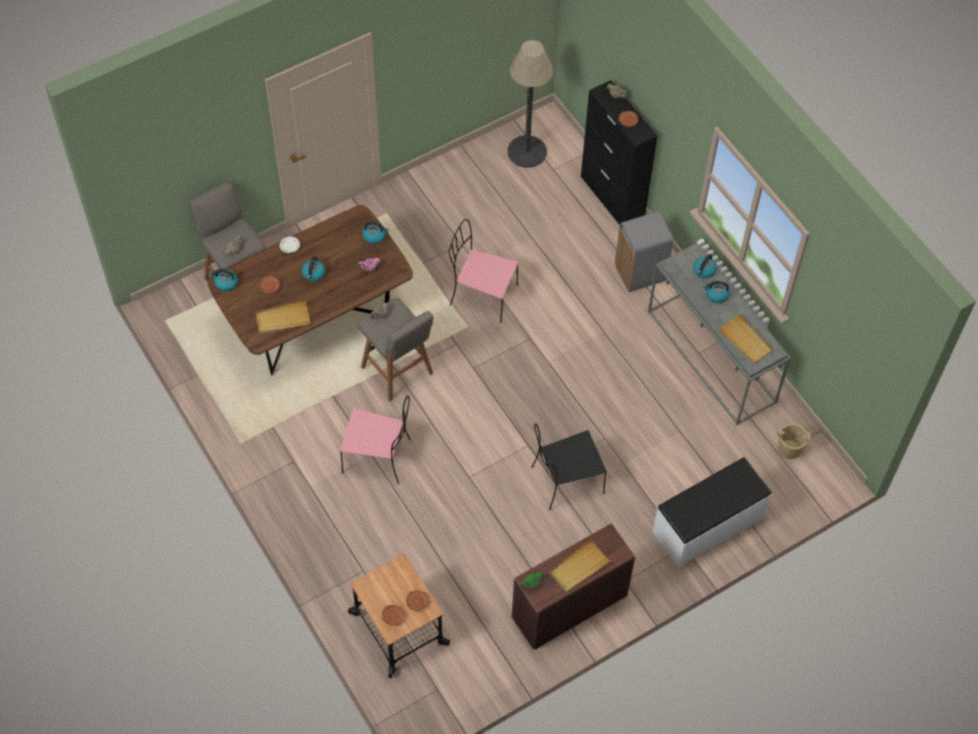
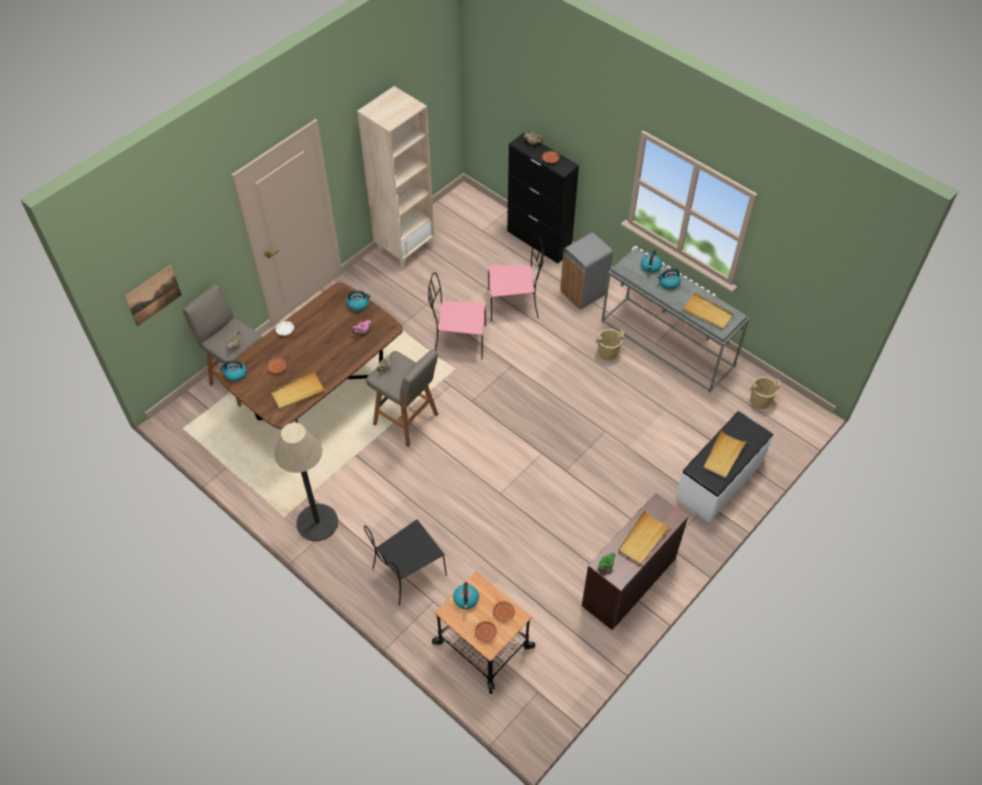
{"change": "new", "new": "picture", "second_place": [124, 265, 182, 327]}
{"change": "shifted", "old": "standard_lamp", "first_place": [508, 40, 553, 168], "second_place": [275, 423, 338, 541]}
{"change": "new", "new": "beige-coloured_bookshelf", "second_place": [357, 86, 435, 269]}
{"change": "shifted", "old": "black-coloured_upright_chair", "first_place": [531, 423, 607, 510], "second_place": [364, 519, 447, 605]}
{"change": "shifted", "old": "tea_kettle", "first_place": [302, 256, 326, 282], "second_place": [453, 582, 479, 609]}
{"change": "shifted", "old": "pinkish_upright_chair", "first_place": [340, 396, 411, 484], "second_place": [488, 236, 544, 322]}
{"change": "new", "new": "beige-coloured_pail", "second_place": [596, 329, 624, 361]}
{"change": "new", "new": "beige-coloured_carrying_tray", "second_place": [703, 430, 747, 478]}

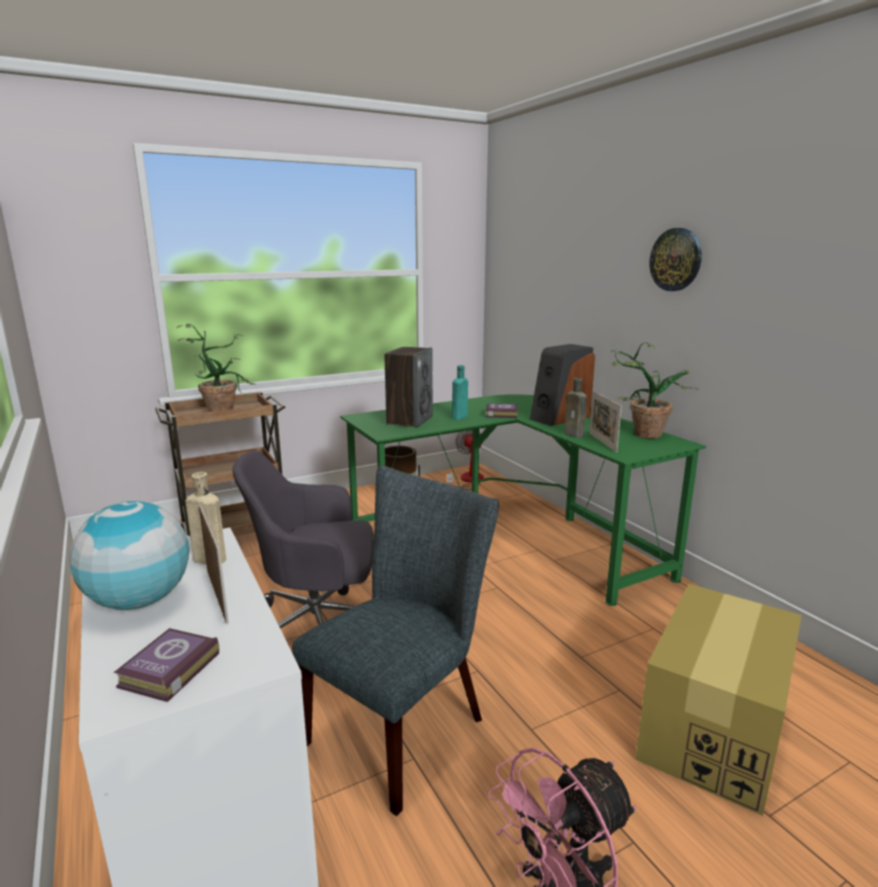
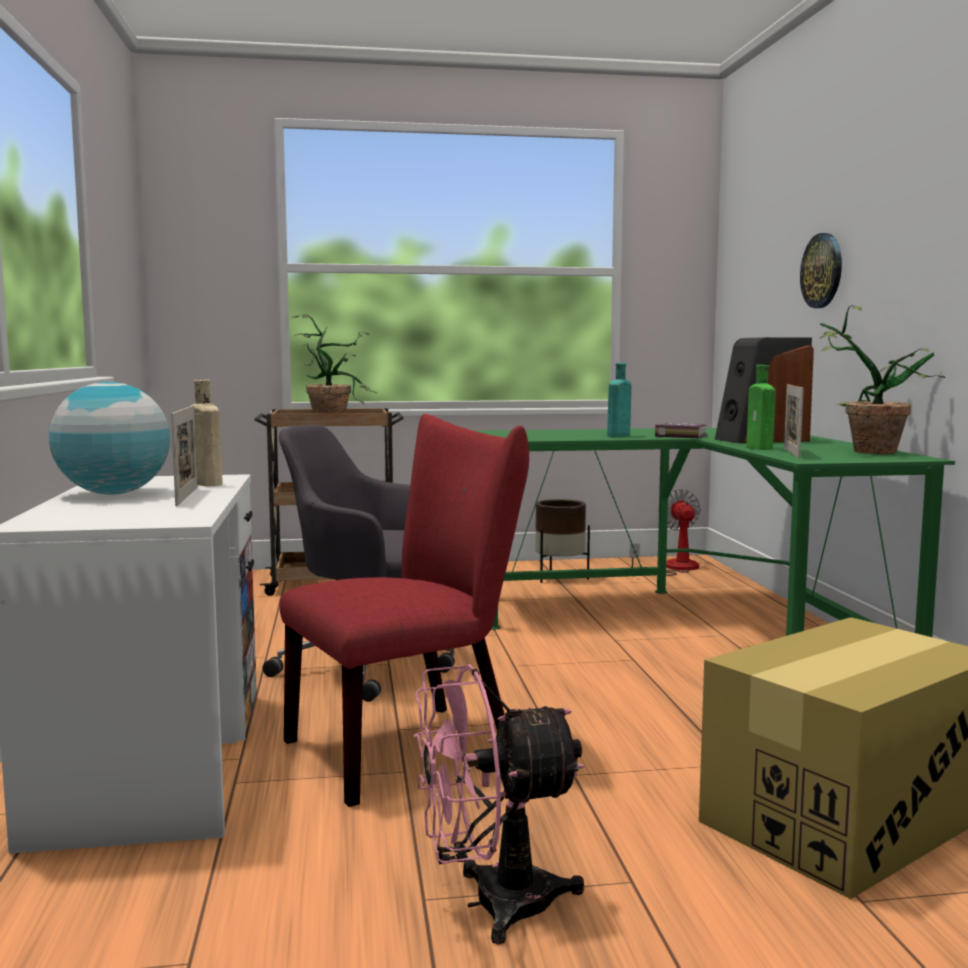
{"change": "repainted", "old": "gray_upright_chair", "new": "red_upright_chair", "first_place": [292, 466, 499, 816], "second_place": [279, 414, 529, 807]}
{"change": "repainted", "old": "brownish_bottle", "new": "greenish_bottle", "first_place": [564, 378, 587, 438], "second_place": [746, 365, 776, 450]}
{"change": "shifted", "old": "clock_on_the_wall", "first_place": [649, 228, 702, 291], "second_place": [800, 233, 842, 308]}
{"change": "gone", "old": "bound_book", "first_place": [113, 628, 219, 702]}
{"change": "gone", "old": "audio_speaker", "first_place": [384, 347, 433, 428]}

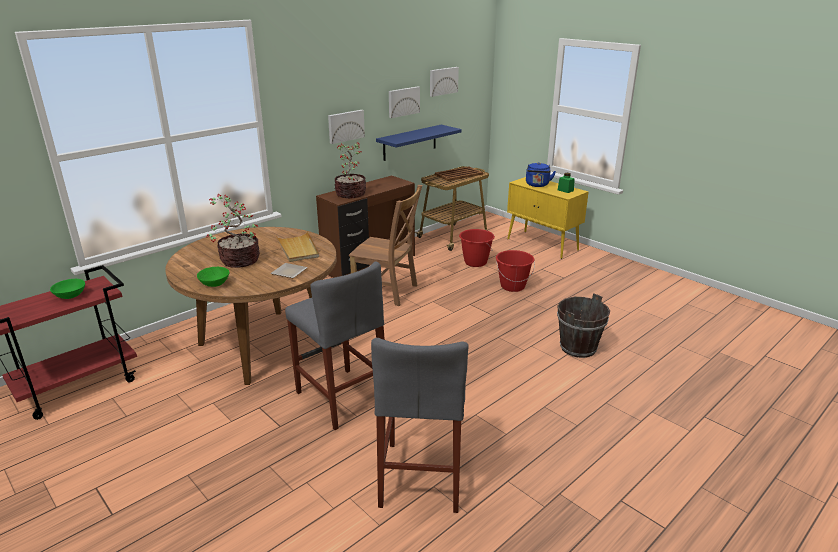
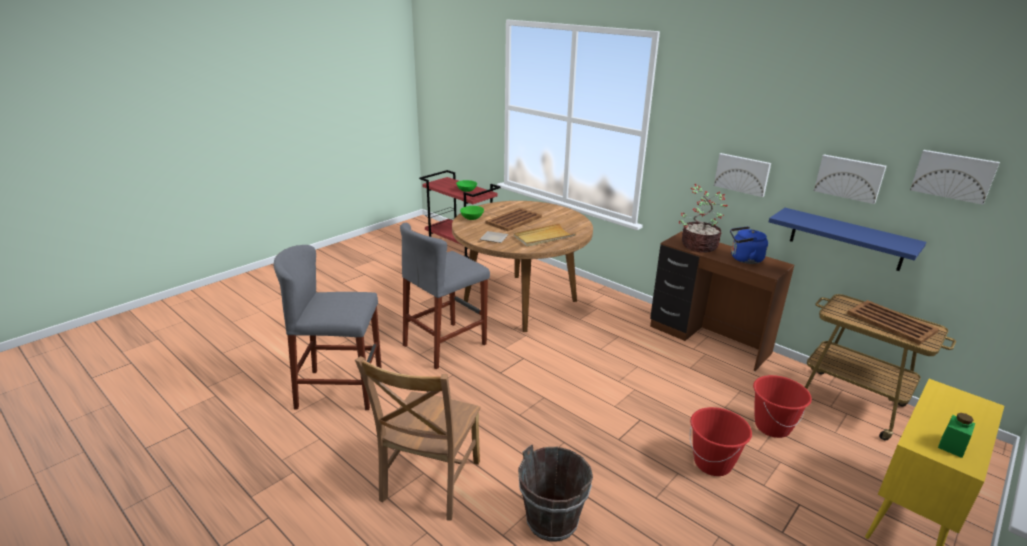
{"change": "shifted", "old": "brownish_upright_chair", "first_place": [349, 185, 422, 306], "second_place": [355, 356, 481, 520]}
{"change": "swapped", "old": "houseplant", "new": "brownish_carrying_tray", "first_place": [206, 193, 260, 268], "second_place": [486, 208, 542, 231]}
{"change": "shifted", "old": "blue_tea_kettle", "first_place": [526, 162, 556, 187], "second_place": [730, 226, 768, 264]}

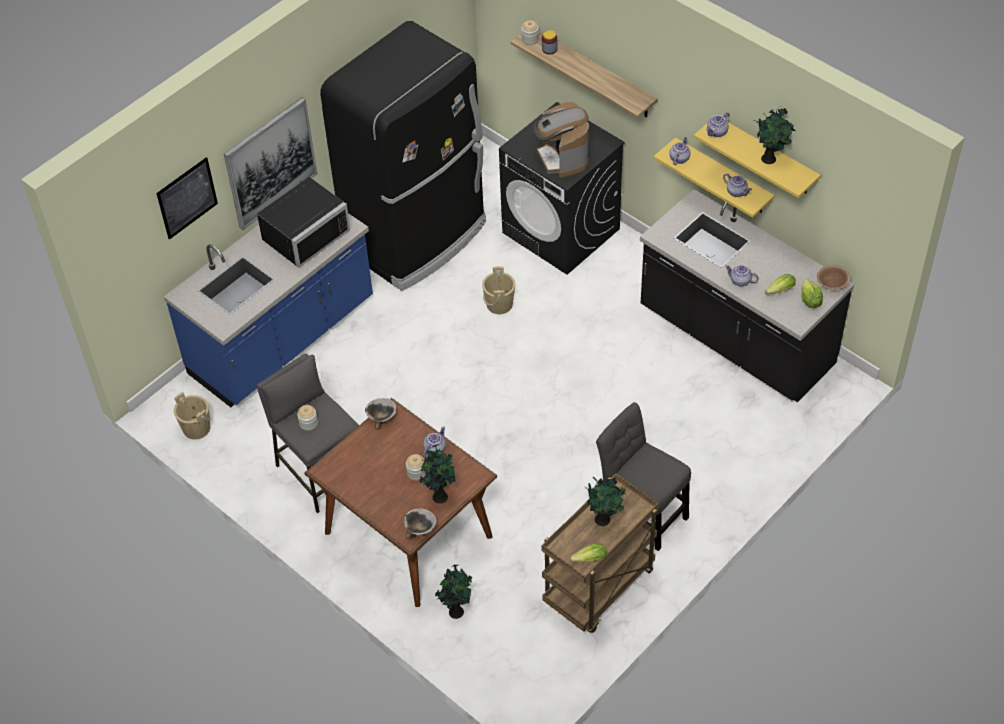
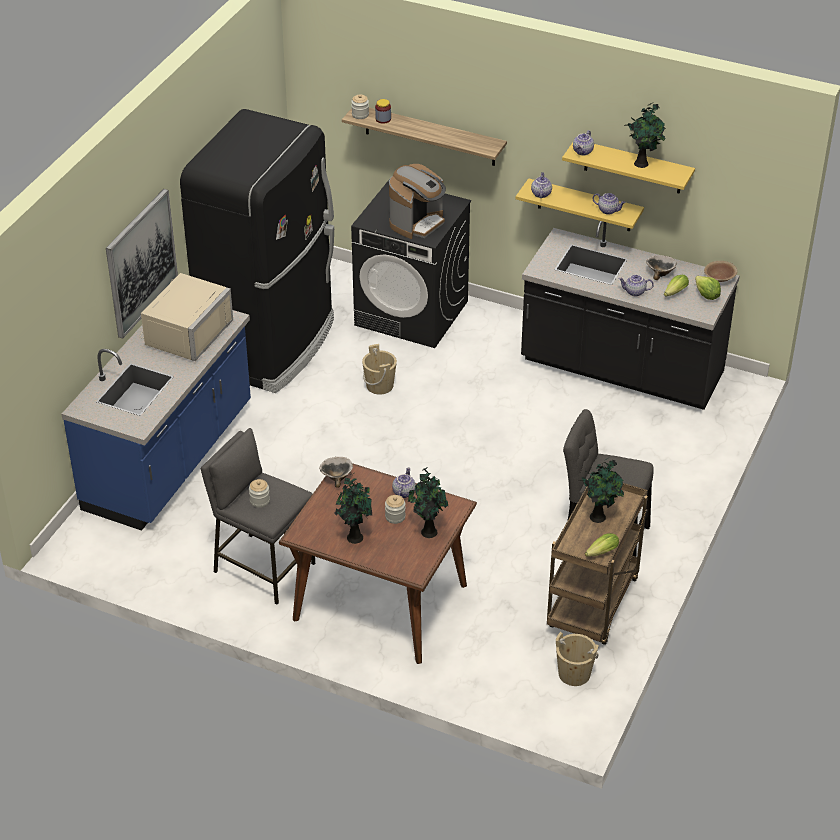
{"change": "repainted", "old": "black-coloured_microwave", "new": "beige-coloured_microwave", "first_place": [257, 177, 350, 268], "second_place": [140, 273, 233, 361]}
{"change": "shifted", "old": "houseplant", "first_place": [435, 565, 472, 619], "second_place": [334, 473, 373, 544]}
{"change": "rotated", "old": "coffee_brewer", "first_place": [533, 102, 589, 178], "second_place": [389, 164, 446, 239], "degrees": -105}
{"change": "shifted", "old": "beige-coloured_pail", "first_place": [174, 392, 211, 439], "second_place": [556, 632, 599, 686]}
{"change": "shifted", "old": "deep_dish", "first_place": [404, 508, 437, 540], "second_place": [646, 255, 676, 280]}
{"change": "gone", "old": "picture", "first_place": [156, 157, 218, 240]}

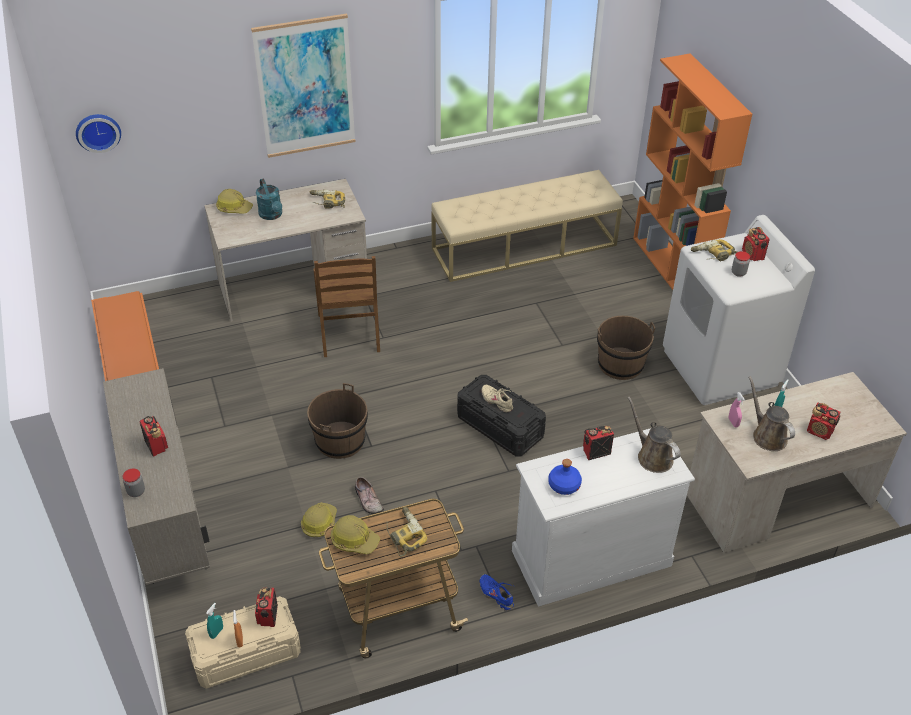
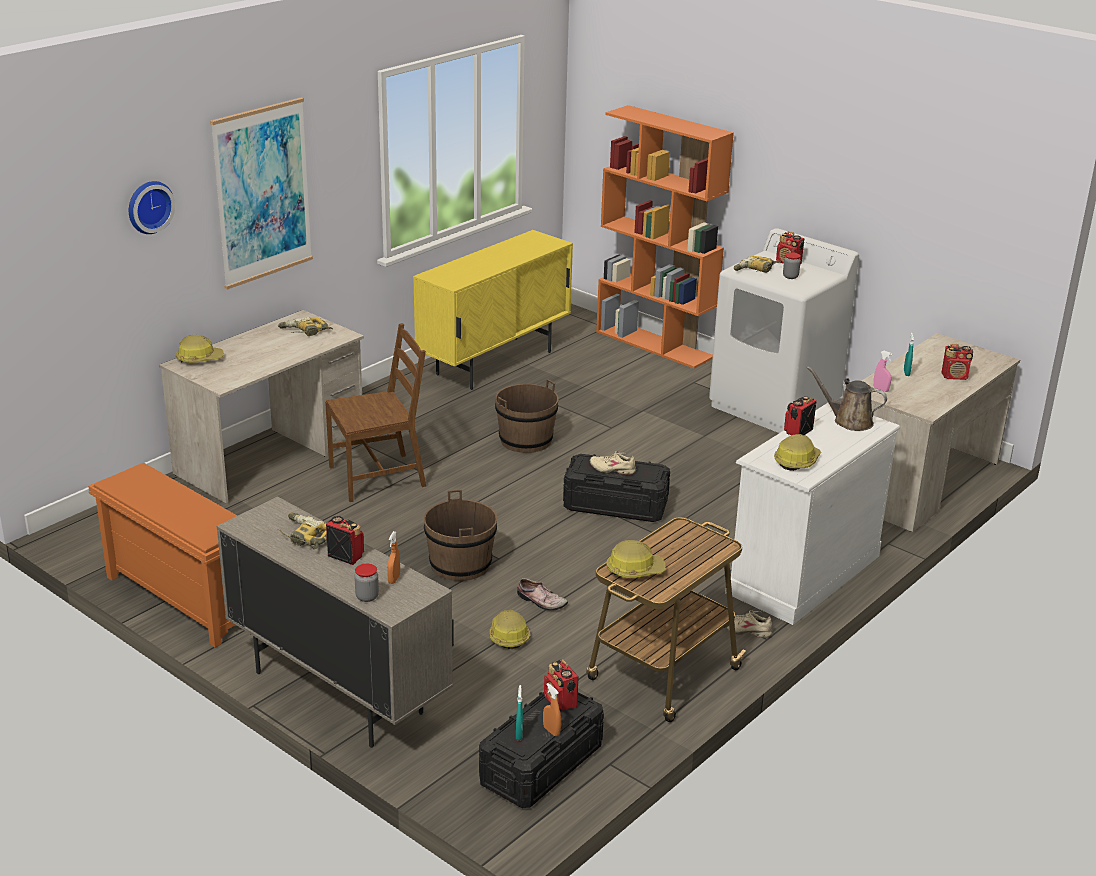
{"change": "shifted", "old": "clock_on_the_wall", "first_place": [76, 114, 121, 153], "second_place": [129, 181, 175, 234]}
{"change": "shifted", "old": "electric_drill", "first_place": [387, 507, 427, 557], "second_place": [278, 512, 327, 549]}
{"change": "rotated", "old": "brownish_upright_chair", "first_place": [314, 256, 380, 357], "second_place": [325, 323, 426, 502], "degrees": -75}
{"change": "new", "new": "orange_sprayer", "second_place": [387, 531, 400, 584]}
{"change": "swapped", "old": "beige-coloured_long_seat", "new": "yellowish_cabinet", "first_place": [431, 170, 623, 282], "second_place": [413, 230, 573, 390]}
{"change": "repainted", "old": "beige-coloured_storage_container", "new": "black-coloured_storage_container", "first_place": [185, 596, 301, 689], "second_place": [479, 692, 604, 808]}
{"change": "shifted", "old": "brownish_pail", "first_place": [597, 316, 655, 380], "second_place": [495, 379, 559, 453]}
{"change": "repainted", "old": "blue_shoe", "new": "beige-coloured_shoe", "first_place": [479, 574, 514, 610], "second_place": [725, 610, 772, 638]}
{"change": "swapped", "old": "blue_bottle", "new": "safety_helmet", "first_place": [548, 459, 582, 495], "second_place": [774, 434, 821, 471]}
{"change": "gone", "old": "blue-green_watering_pot", "first_place": [256, 178, 282, 220]}
{"change": "gone", "old": "brownish_watering_pot", "first_place": [749, 376, 795, 451]}

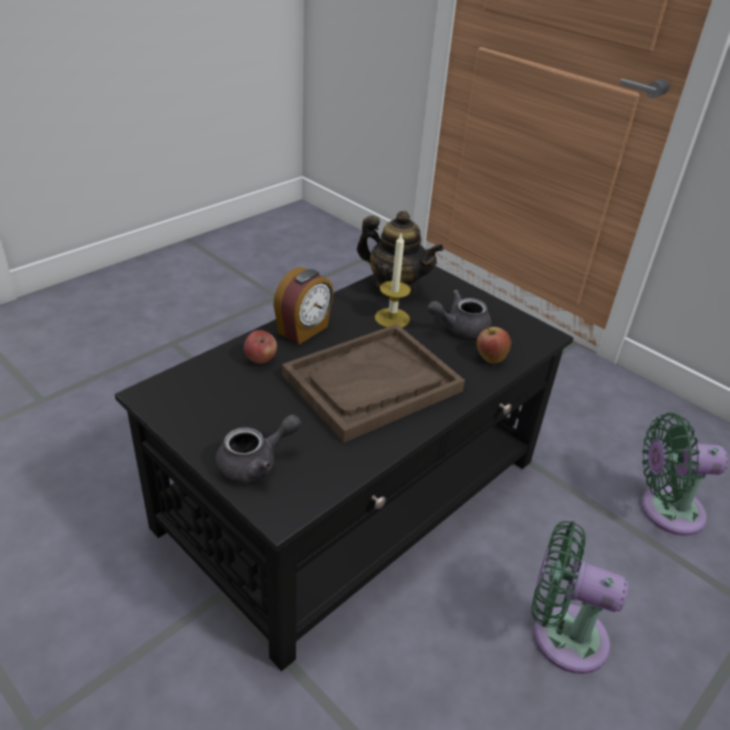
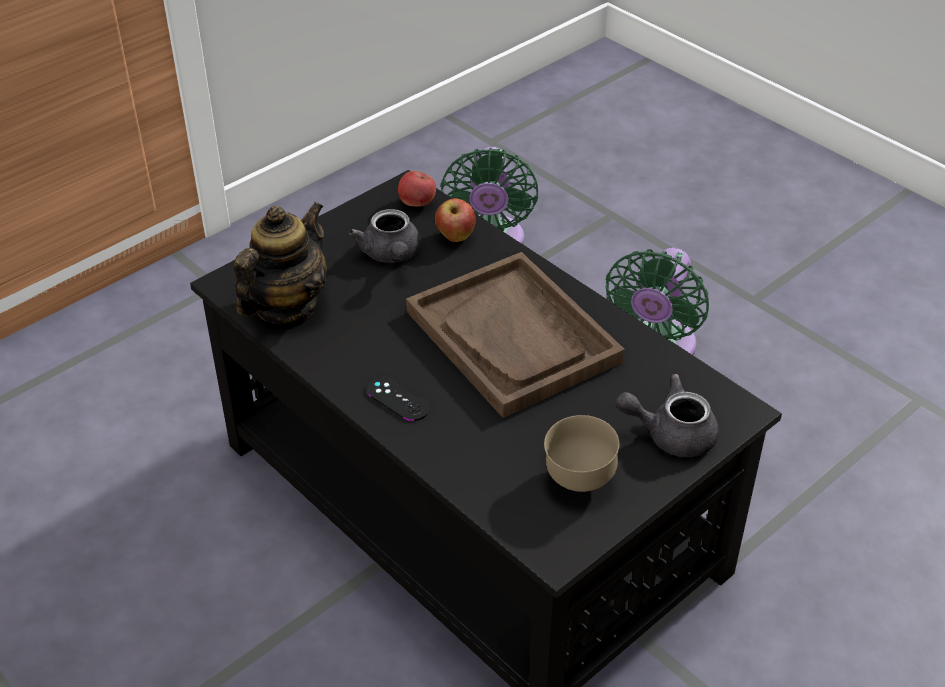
{"change": "swapped", "old": "table_clock", "new": "black-coloured_joypad", "first_place": [273, 267, 334, 344], "second_place": [367, 377, 430, 421]}
{"change": "shifted", "old": "whole_apple", "first_place": [244, 330, 277, 363], "second_place": [398, 171, 436, 207]}
{"change": "new", "new": "brownish_deep_dish", "second_place": [544, 415, 619, 492]}
{"change": "rotated", "old": "gray_teapot", "first_place": [215, 414, 301, 483], "second_place": [616, 374, 719, 457], "degrees": -60}
{"change": "gone", "old": "wax_candle", "first_place": [375, 234, 411, 328]}

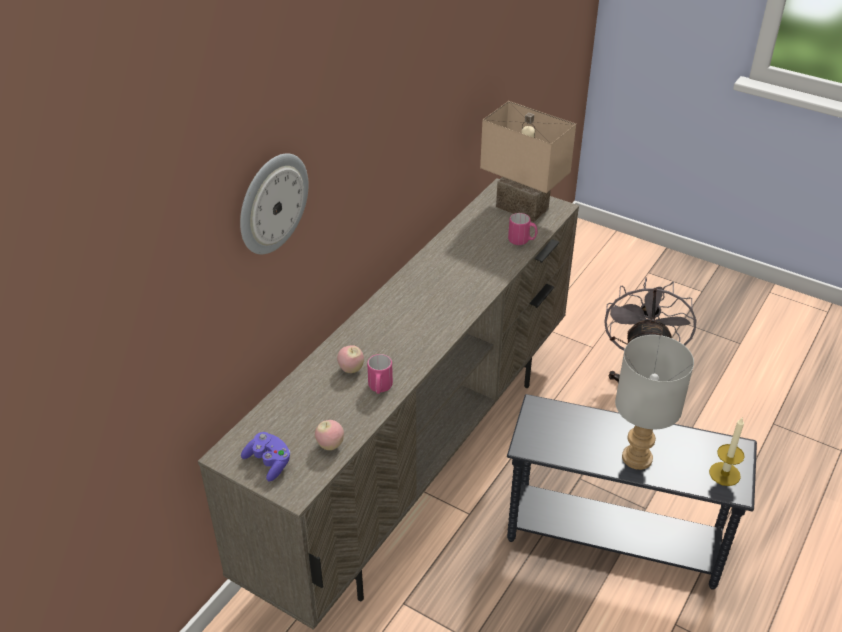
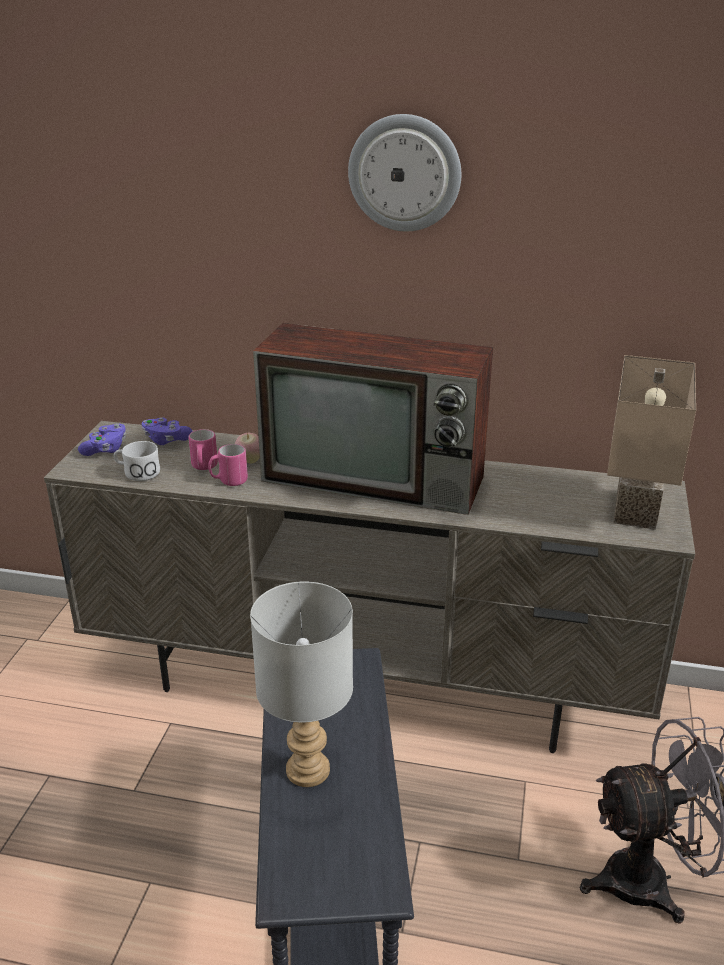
{"change": "swapped", "old": "whole_apple", "new": "white-coloured_coffee_mug", "first_place": [315, 420, 344, 450], "second_place": [114, 441, 160, 481]}
{"change": "new", "new": "purple-coloured_joypad", "second_place": [142, 417, 193, 445]}
{"change": "shifted", "old": "pinkish_coffee_mug", "first_place": [508, 213, 538, 245], "second_place": [189, 429, 218, 470]}
{"change": "new", "new": "television", "second_place": [253, 323, 493, 515]}
{"change": "shifted", "old": "clock_on_the_wall", "first_place": [240, 153, 309, 254], "second_place": [348, 114, 461, 231]}
{"change": "gone", "old": "wax_candle", "first_place": [709, 418, 745, 486]}

